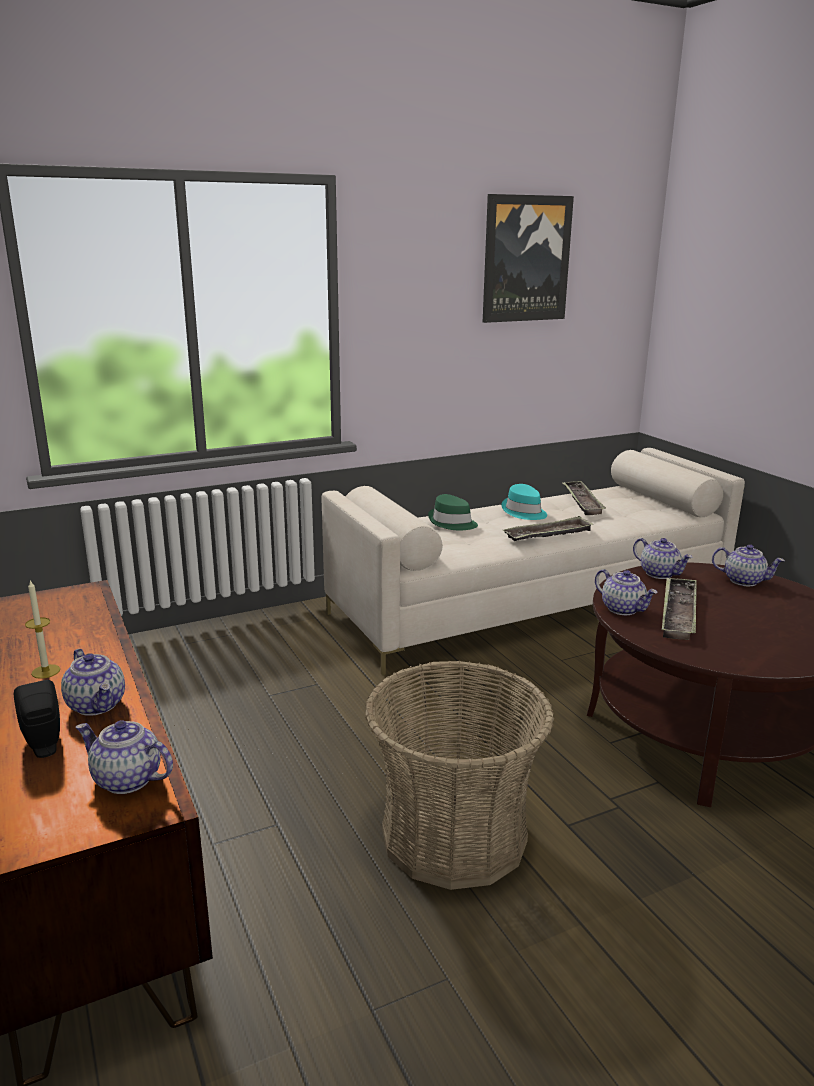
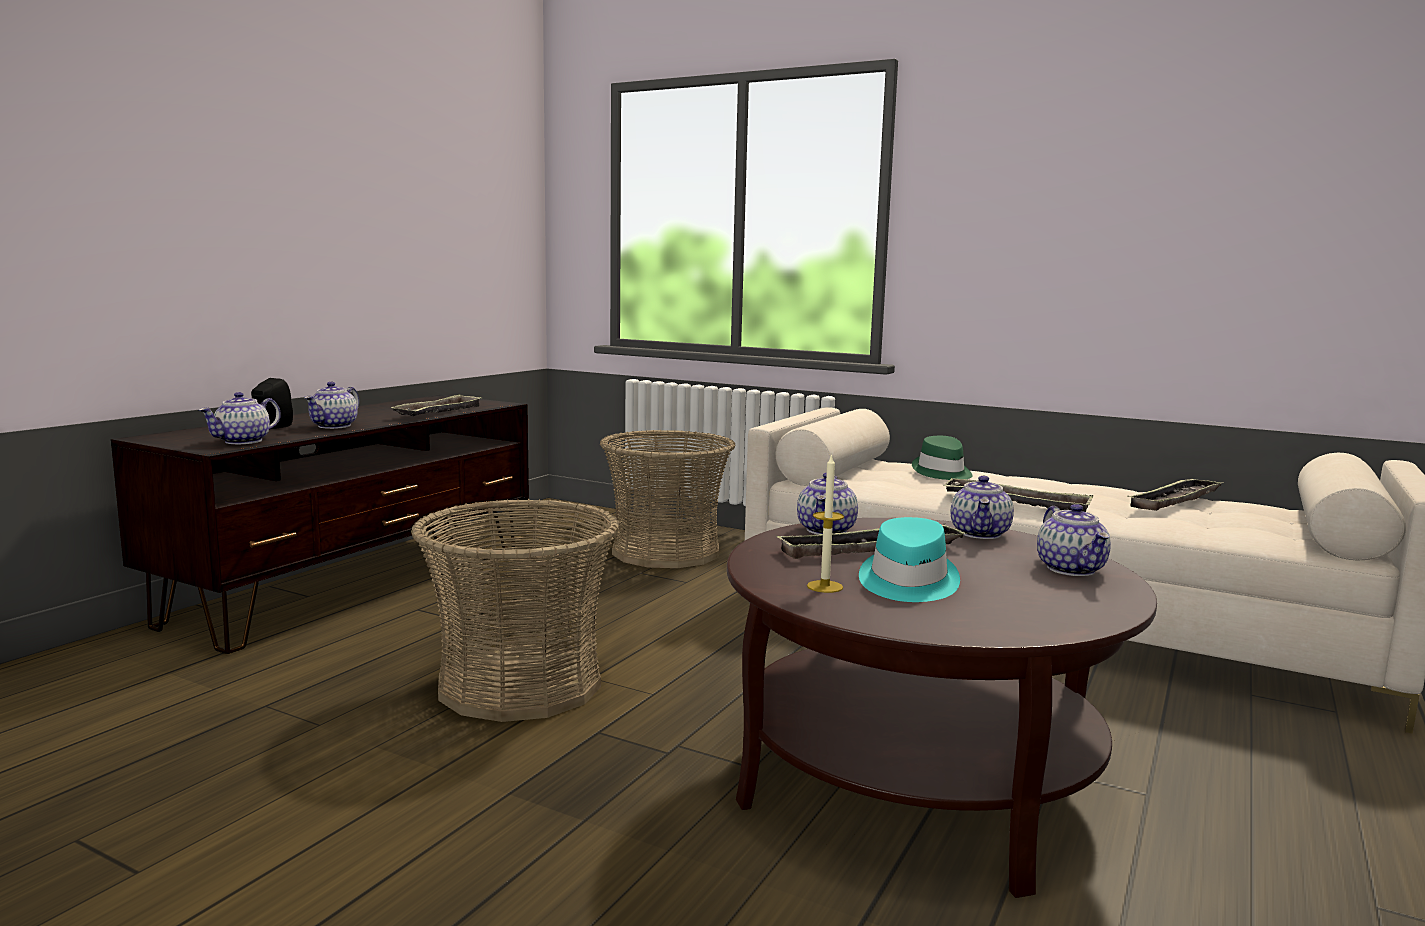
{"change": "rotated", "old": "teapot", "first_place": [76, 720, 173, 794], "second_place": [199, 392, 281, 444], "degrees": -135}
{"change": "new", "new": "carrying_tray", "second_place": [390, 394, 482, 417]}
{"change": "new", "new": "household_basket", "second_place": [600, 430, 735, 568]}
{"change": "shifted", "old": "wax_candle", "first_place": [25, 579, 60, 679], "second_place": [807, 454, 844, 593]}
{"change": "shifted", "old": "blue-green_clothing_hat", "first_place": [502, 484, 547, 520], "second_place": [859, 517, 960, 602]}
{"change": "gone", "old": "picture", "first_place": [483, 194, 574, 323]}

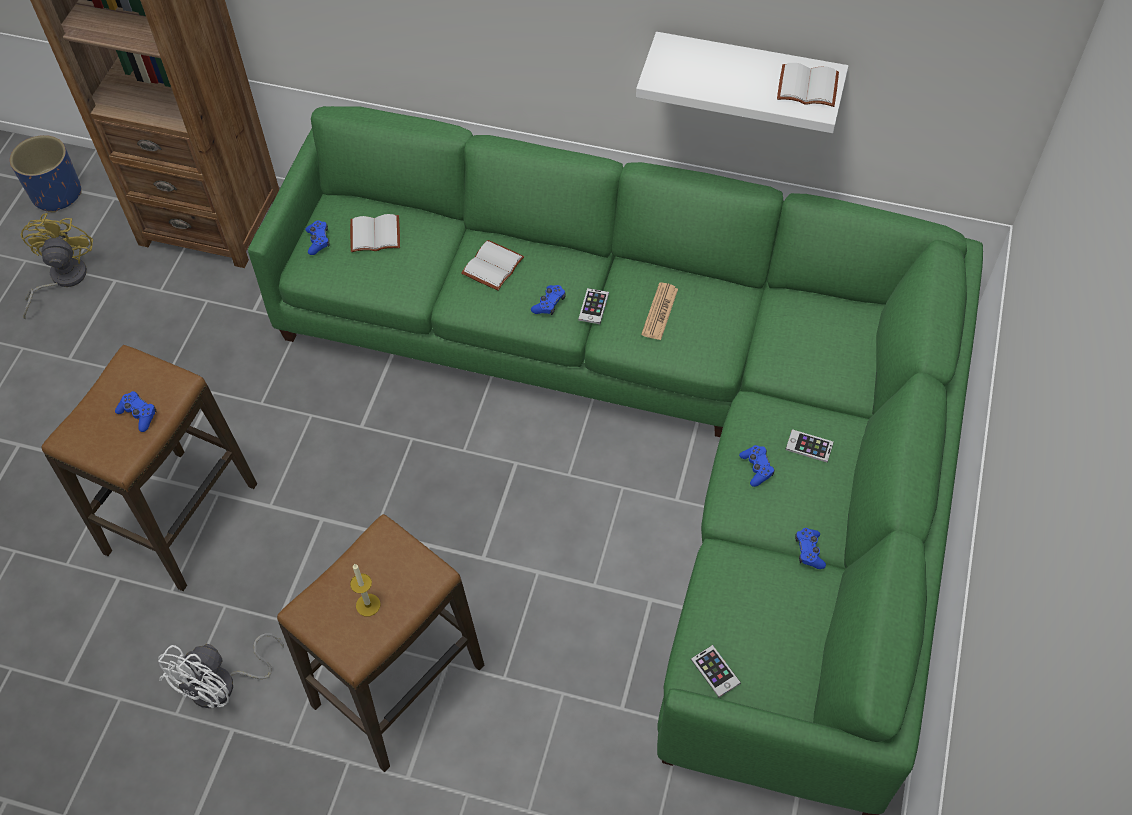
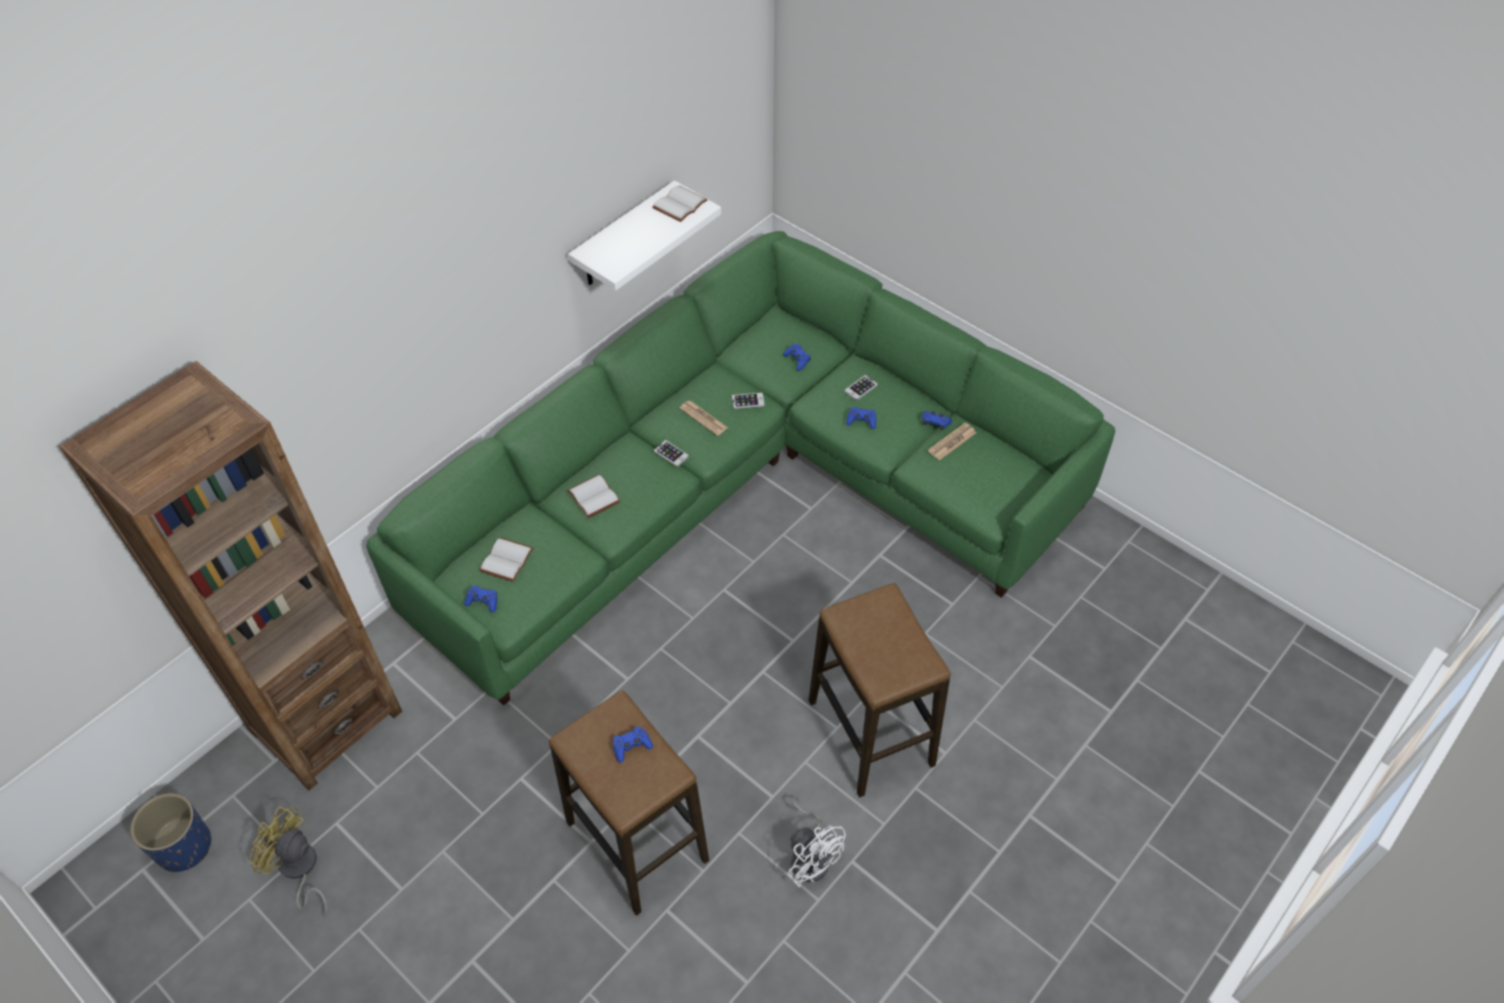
{"change": "shifted", "old": "handset", "first_place": [691, 645, 741, 697], "second_place": [732, 392, 765, 409]}
{"change": "shifted", "old": "blue_joypad", "first_place": [531, 285, 566, 315], "second_place": [783, 344, 811, 371]}
{"change": "new", "new": "printed_paper", "second_place": [928, 423, 976, 460]}
{"change": "gone", "old": "wax_candle", "first_place": [350, 564, 381, 616]}

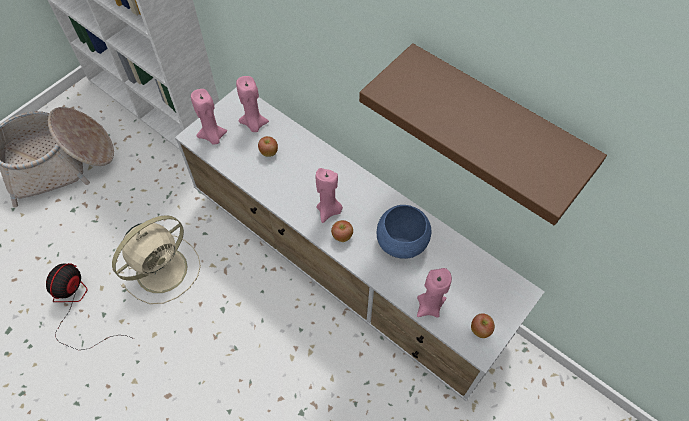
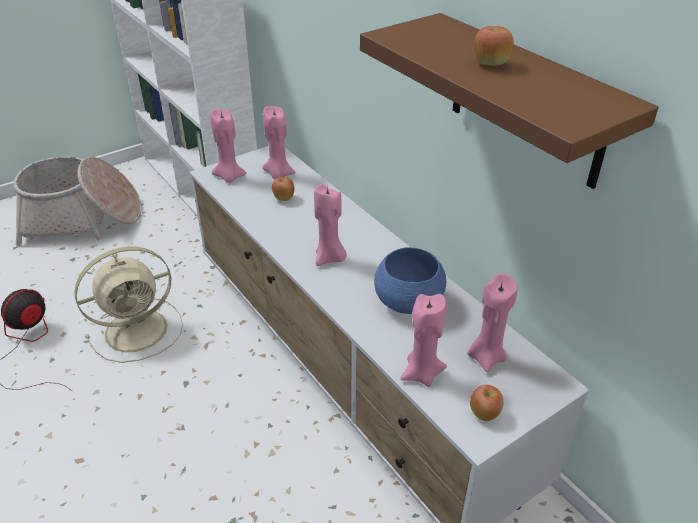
{"change": "new", "new": "pinkish_wax_candle", "second_place": [468, 274, 517, 372]}
{"change": "shifted", "old": "whole_apple", "first_place": [331, 220, 353, 242], "second_place": [474, 26, 514, 66]}

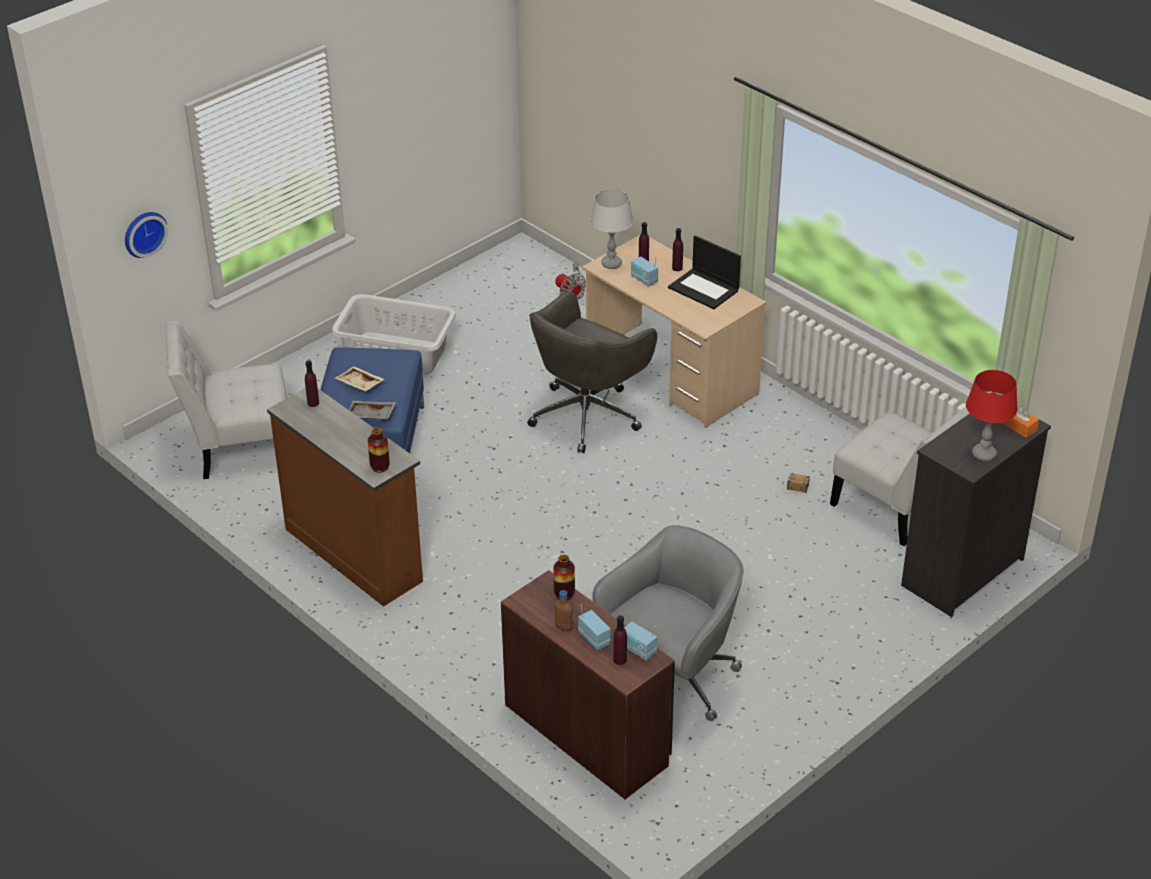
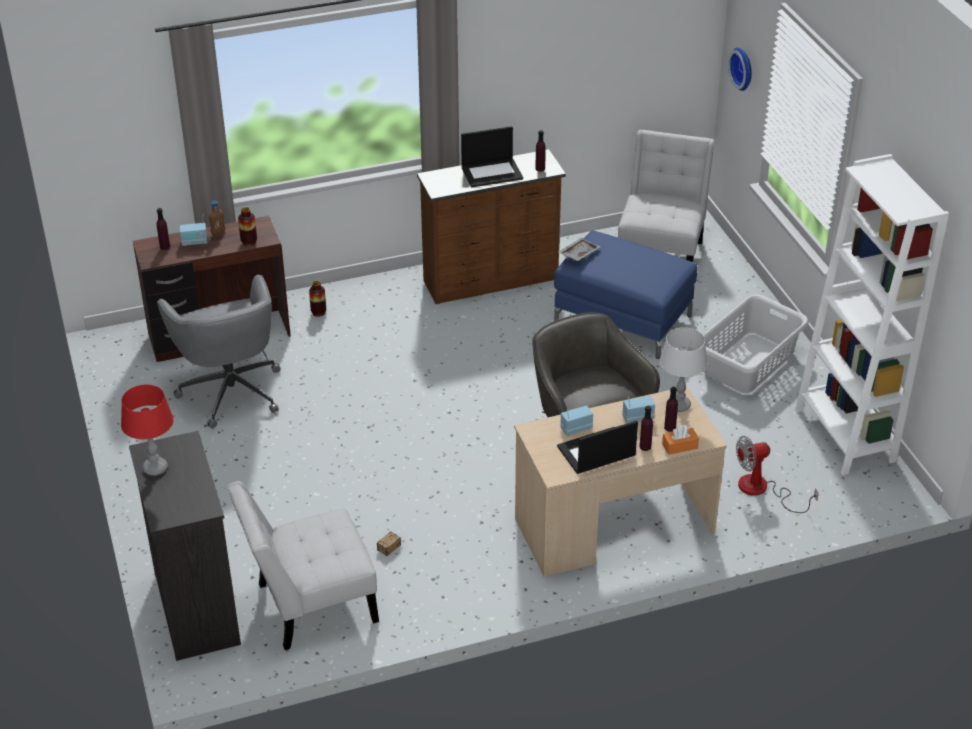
{"change": "shifted", "old": "decorative_vase", "first_place": [368, 428, 390, 473], "second_place": [309, 281, 326, 317]}
{"change": "new", "new": "laptop", "second_place": [461, 126, 523, 187]}
{"change": "shifted", "old": "radio_receiver", "first_place": [624, 621, 657, 661], "second_place": [560, 405, 593, 436]}
{"change": "shifted", "old": "orange_box_of_tissues", "first_place": [1001, 405, 1039, 438], "second_place": [662, 425, 699, 455]}
{"change": "new", "new": "white-coloured_bookshelf", "second_place": [795, 154, 949, 475]}
{"change": "gone", "old": "beige-coloured_carrying_tray", "first_place": [335, 366, 385, 392]}

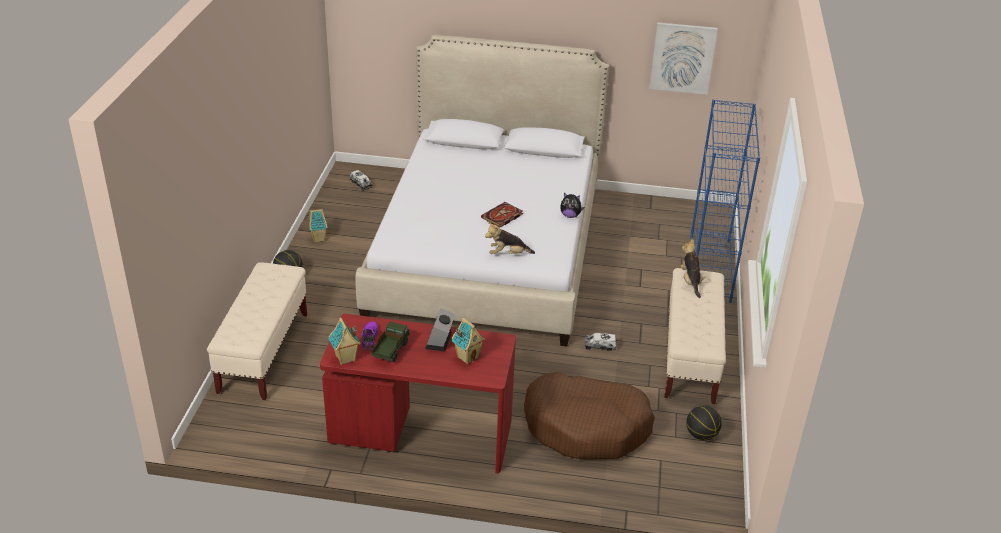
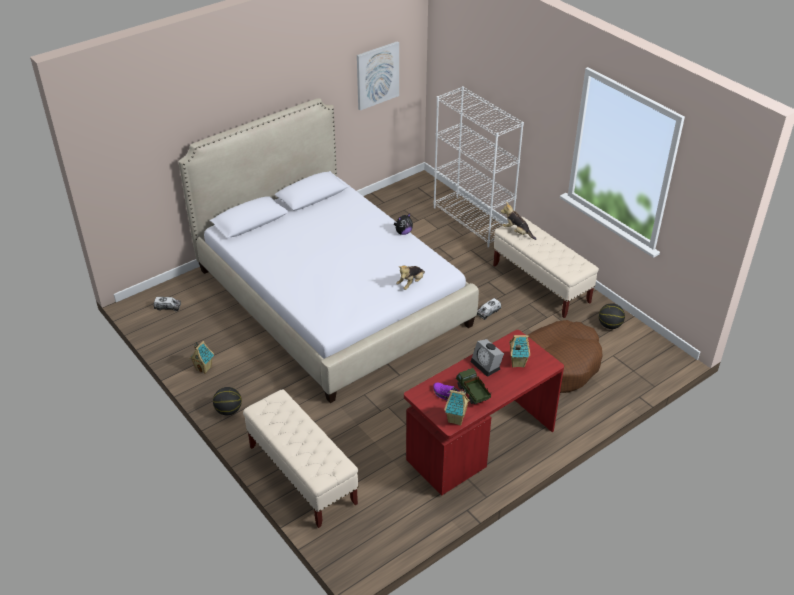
{"change": "repainted", "old": "blue_bookshelf", "new": "white-coloured_bookshelf", "first_place": [690, 99, 760, 303], "second_place": [434, 86, 524, 248]}
{"change": "gone", "old": "bound_book", "first_place": [481, 202, 523, 228]}

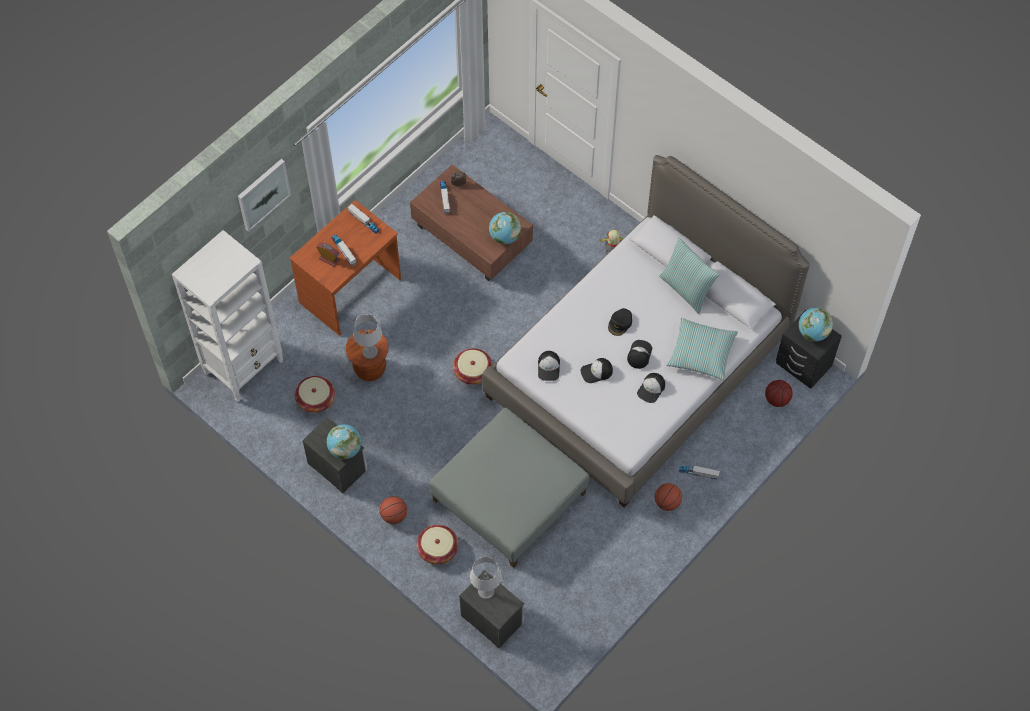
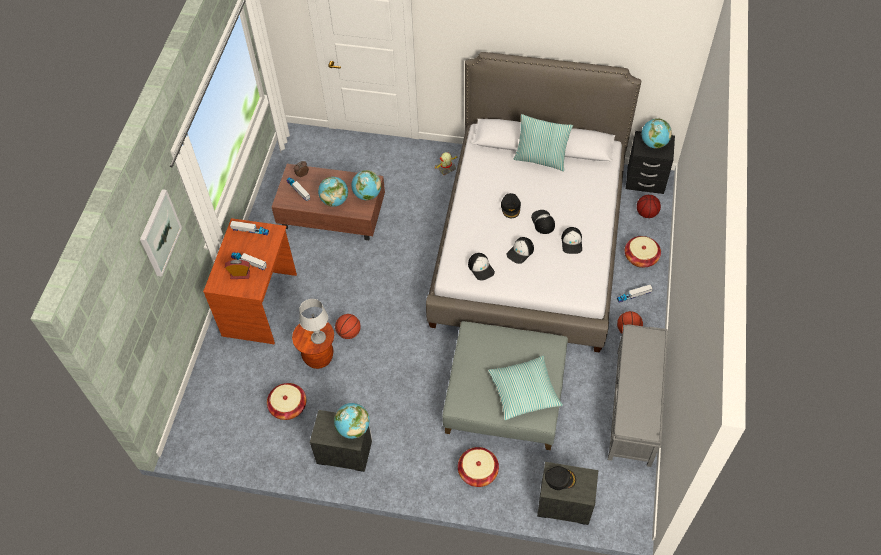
{"change": "new", "new": "world_globe", "second_place": [318, 177, 348, 207]}
{"change": "shifted", "old": "ball_for_basketball", "first_place": [380, 496, 407, 524], "second_place": [335, 314, 361, 339]}
{"change": "shifted", "old": "pillow", "first_place": [667, 318, 738, 380], "second_place": [488, 356, 563, 420]}
{"change": "swapped", "old": "gray_tabletop_lamp", "new": "black-coloured_peaked_cap", "first_place": [470, 557, 502, 599], "second_place": [545, 466, 576, 490]}
{"change": "new", "new": "gray_long_seat", "second_place": [608, 324, 668, 467]}
{"change": "shifted", "old": "household_basket", "first_place": [453, 348, 493, 385], "second_place": [625, 236, 661, 268]}
{"change": "gone", "old": "white-coloured_bookshelf", "first_place": [172, 230, 283, 402]}

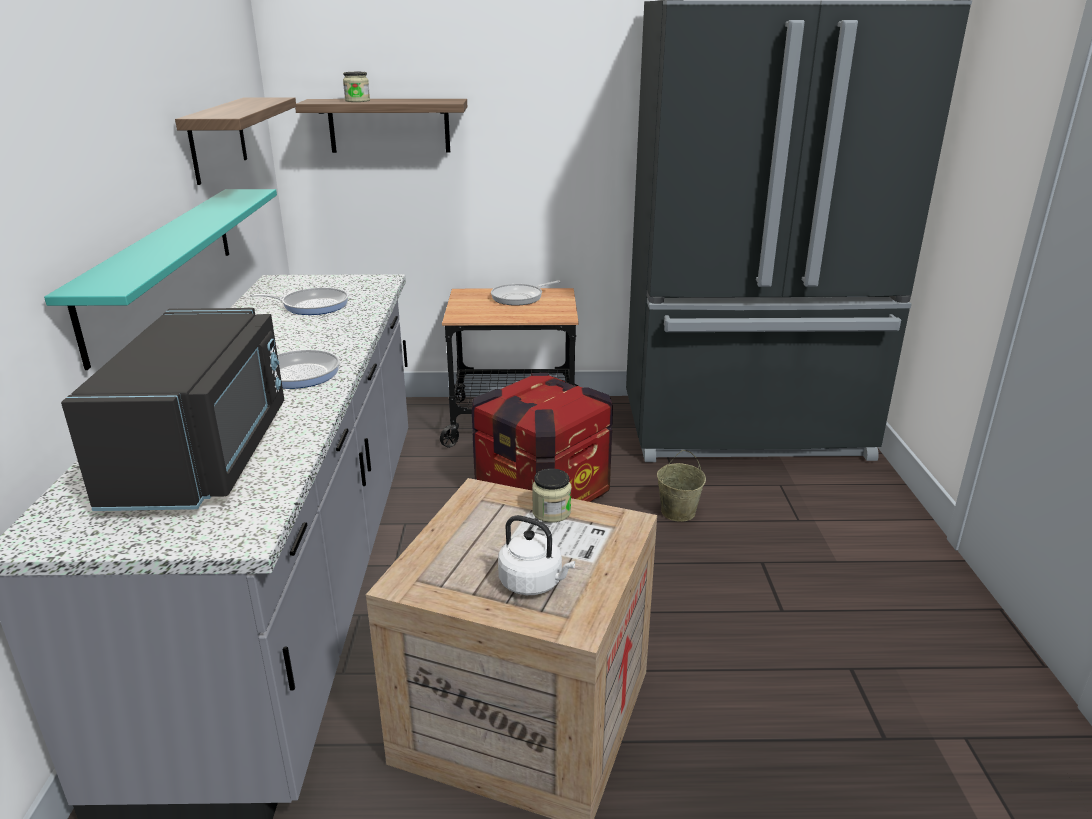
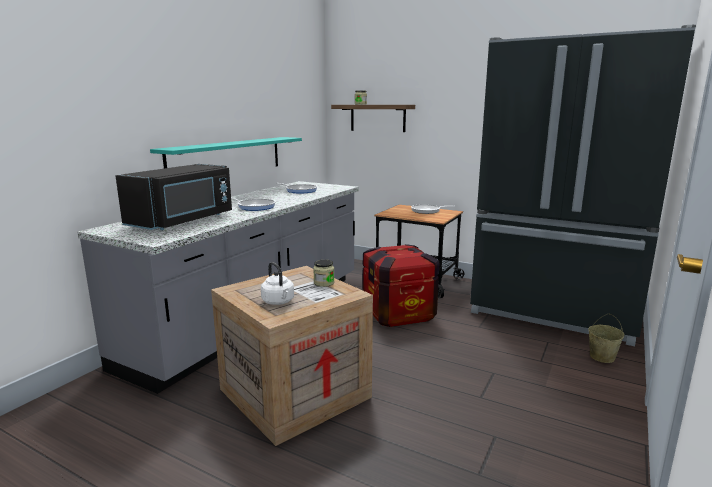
{"change": "shifted", "old": "beige-coloured_pail", "first_place": [657, 450, 706, 522], "second_place": [588, 313, 624, 363]}
{"change": "gone", "old": "bracket_shelf", "first_place": [175, 97, 296, 185]}

